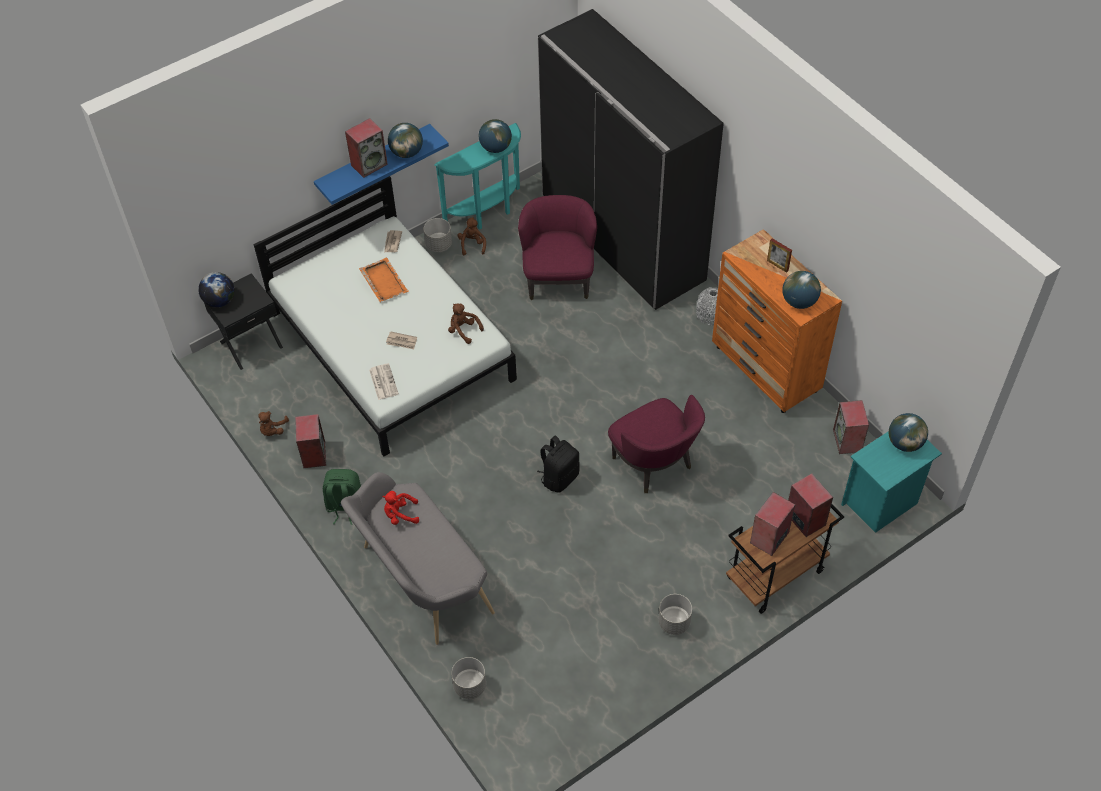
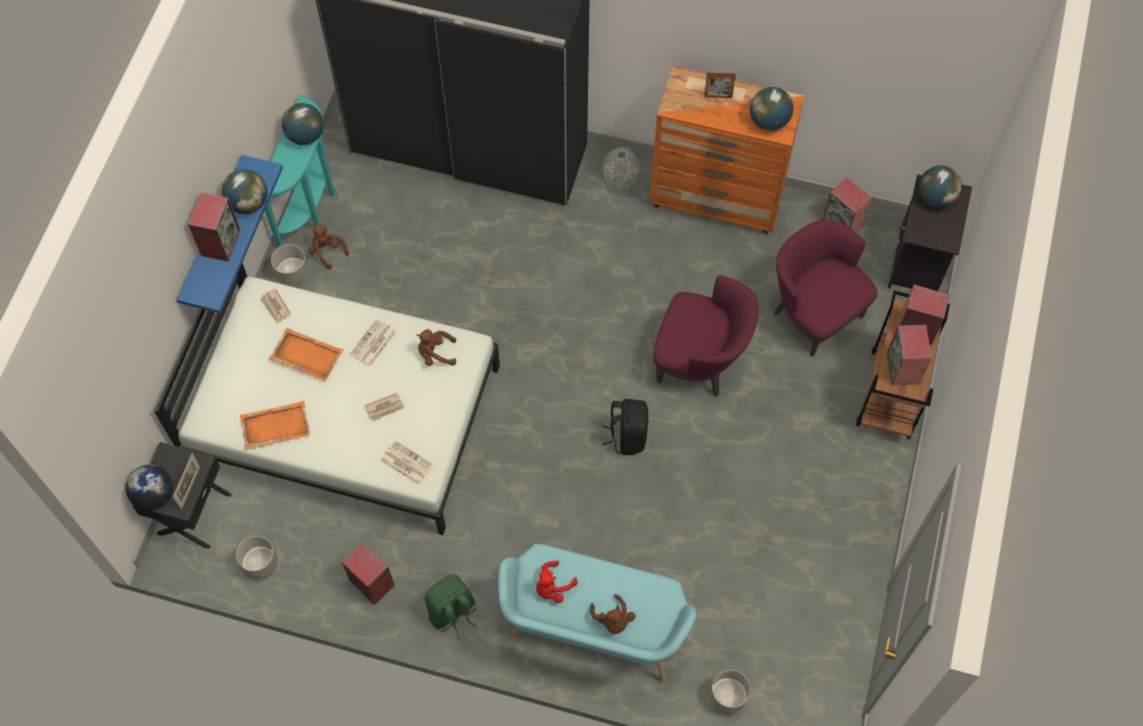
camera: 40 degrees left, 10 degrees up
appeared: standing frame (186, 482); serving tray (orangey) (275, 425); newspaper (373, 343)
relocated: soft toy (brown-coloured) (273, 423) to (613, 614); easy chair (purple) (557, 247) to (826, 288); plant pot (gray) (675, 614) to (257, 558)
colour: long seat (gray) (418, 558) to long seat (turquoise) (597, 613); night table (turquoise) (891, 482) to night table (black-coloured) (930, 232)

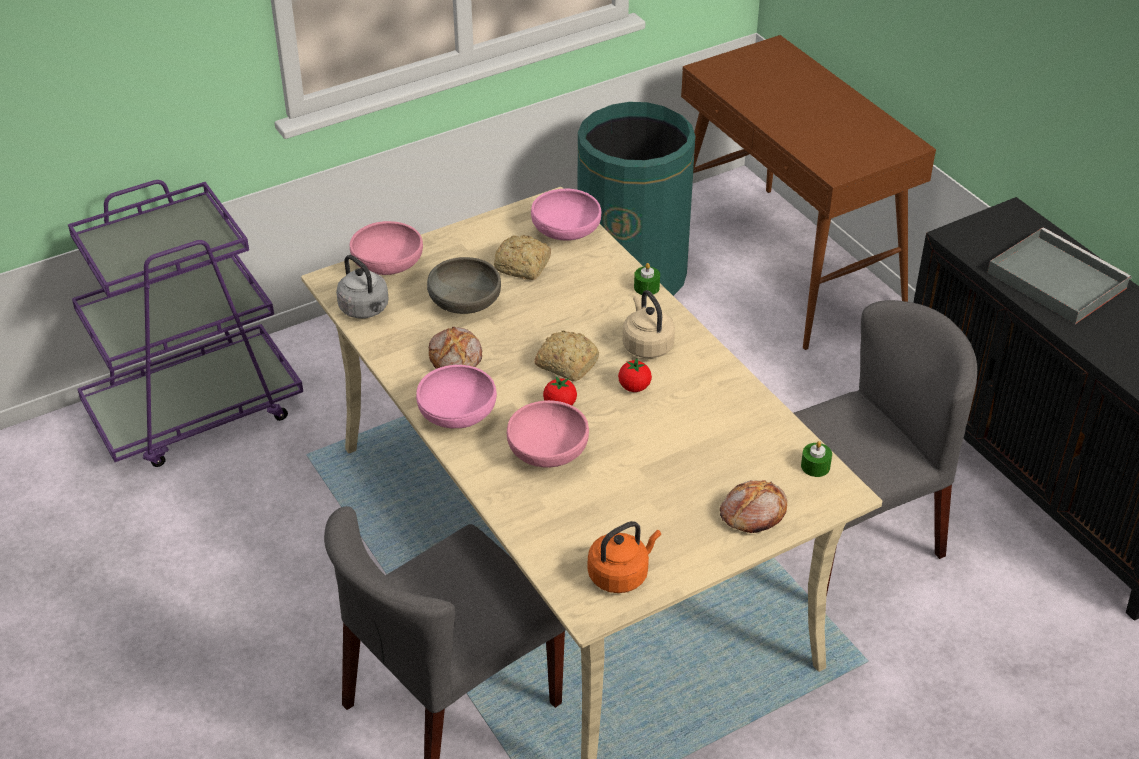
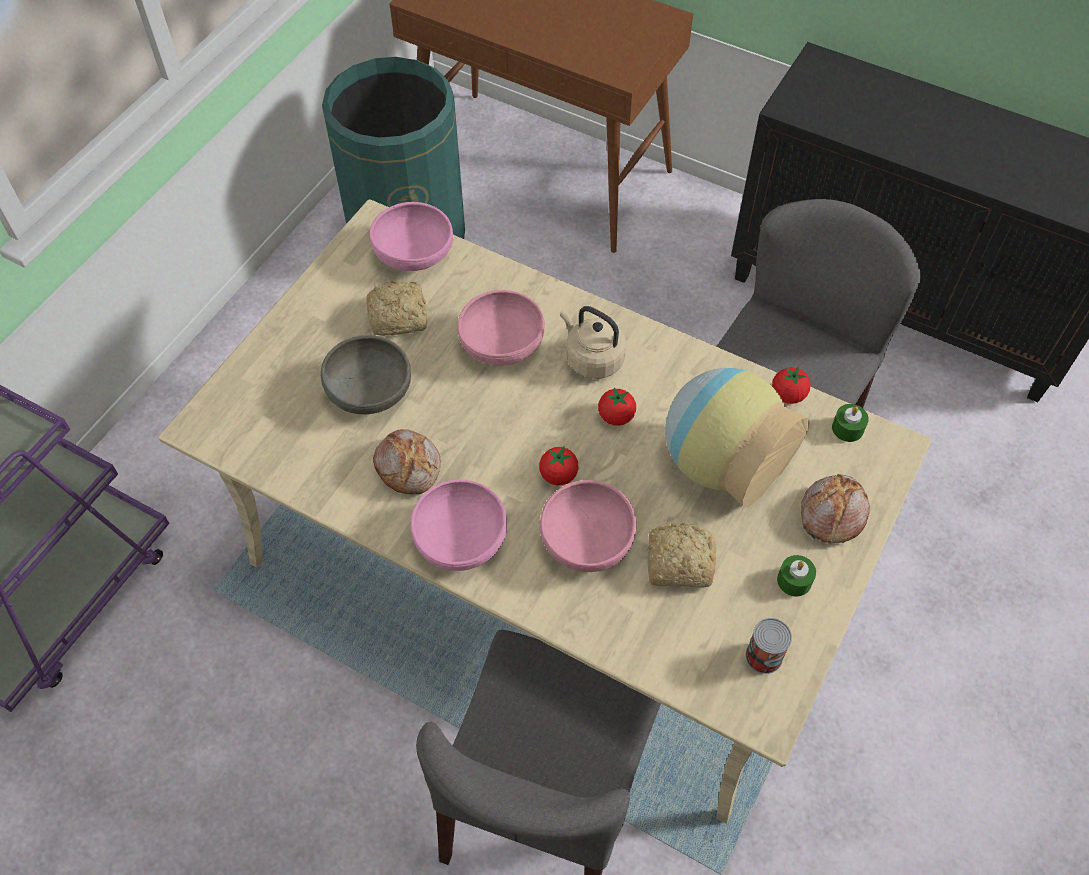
camera: 30 degrees left, 15 degrees up
missing: tea kettle (gray) (362, 286); serving tray (gray) (1059, 275)
appeared: decorative vase (737, 438); whole tomato (791, 385)
relocated: serving bowl (pinkish) (386, 248) to (501, 328); bakery bread (566, 355) to (681, 555); candle (greenish) (647, 279) to (796, 576)
exchanged: tea kettle (orangey) (624, 557) to can (769, 646)

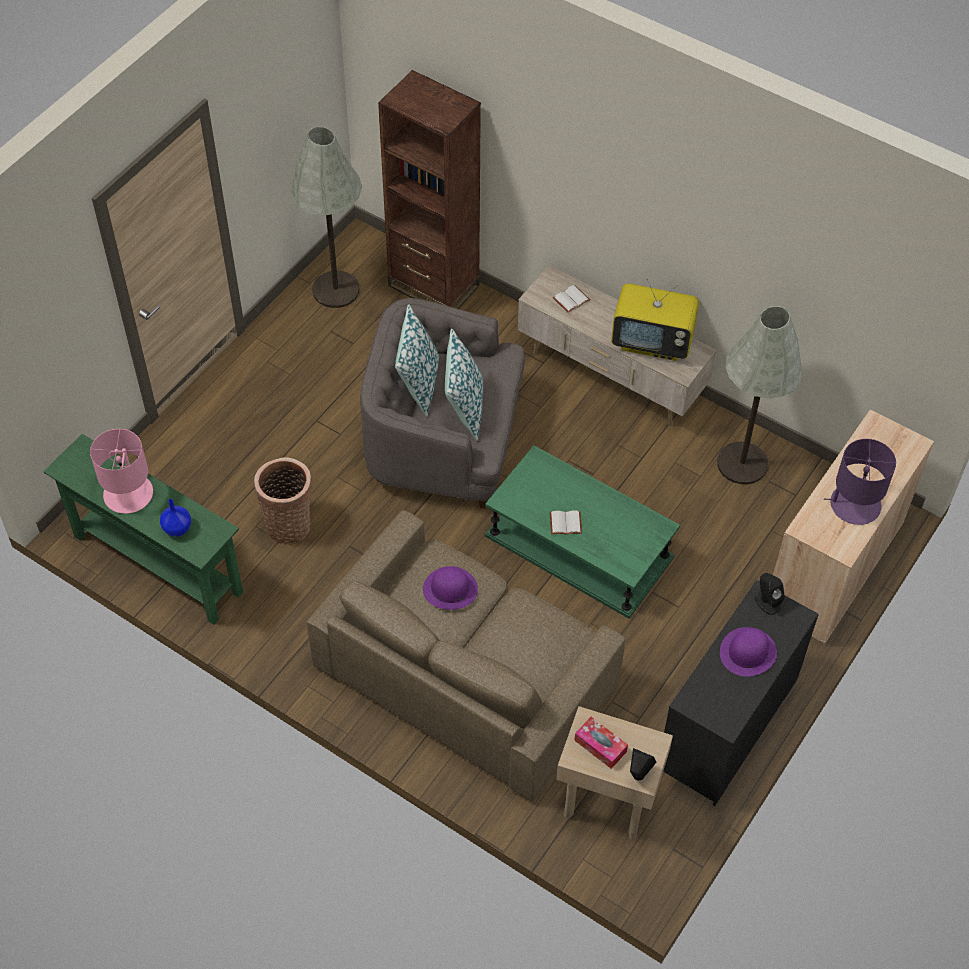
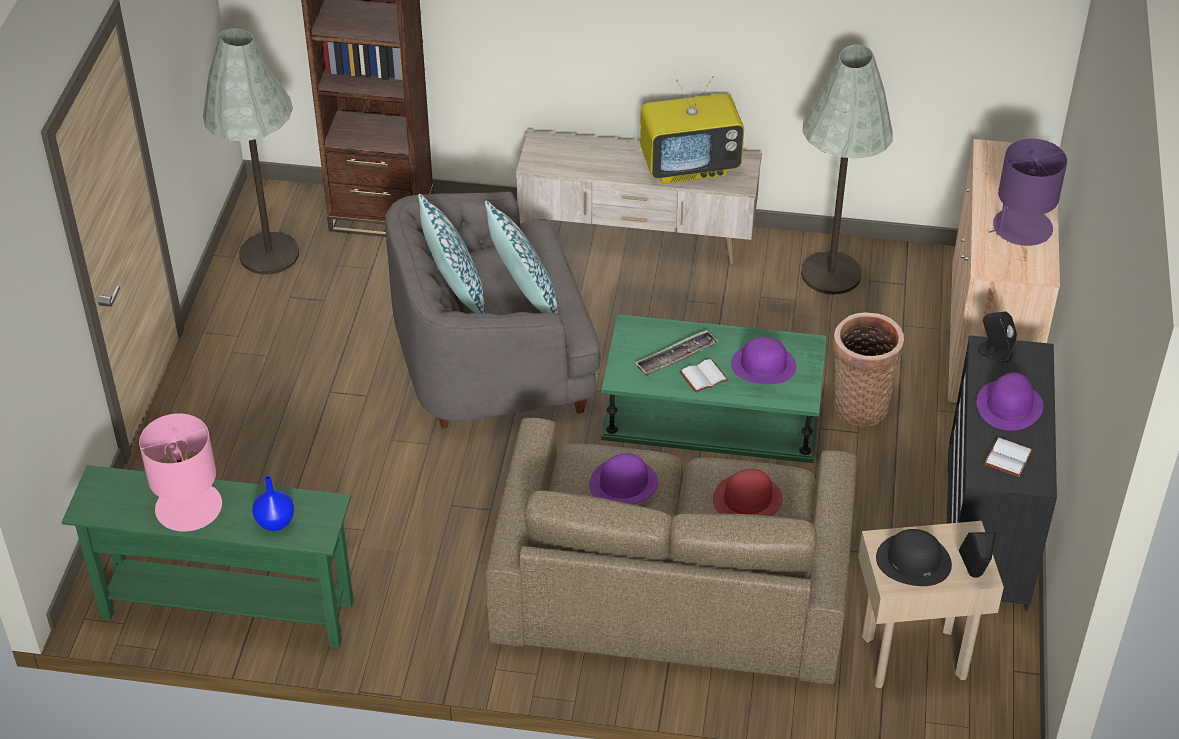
camera: 25 degrees left, 10 degrees down
appeared: serving tray (676, 353); wearable hat (red-coloured) (748, 492); wearable hat (purple) (763, 360)
relocated: basket (283, 501) to (868, 369); bound book (whitish) (571, 299) to (1008, 457)
exchanged: box of tissues (601, 743) to wearable hat (black-coloured) (914, 557)

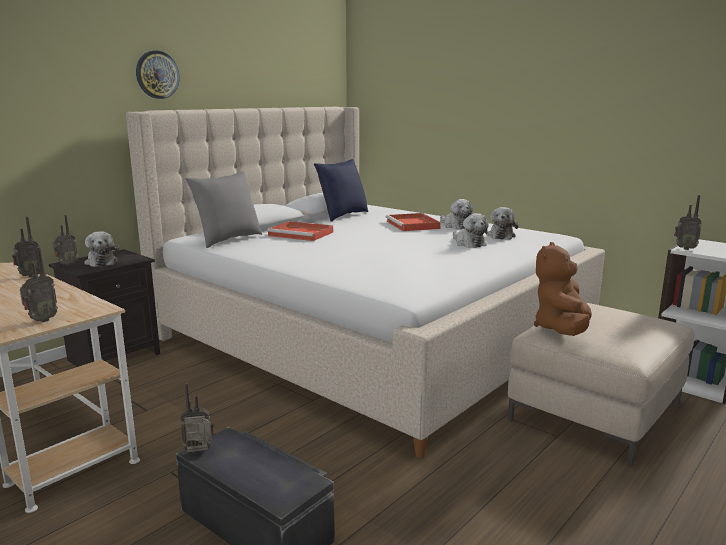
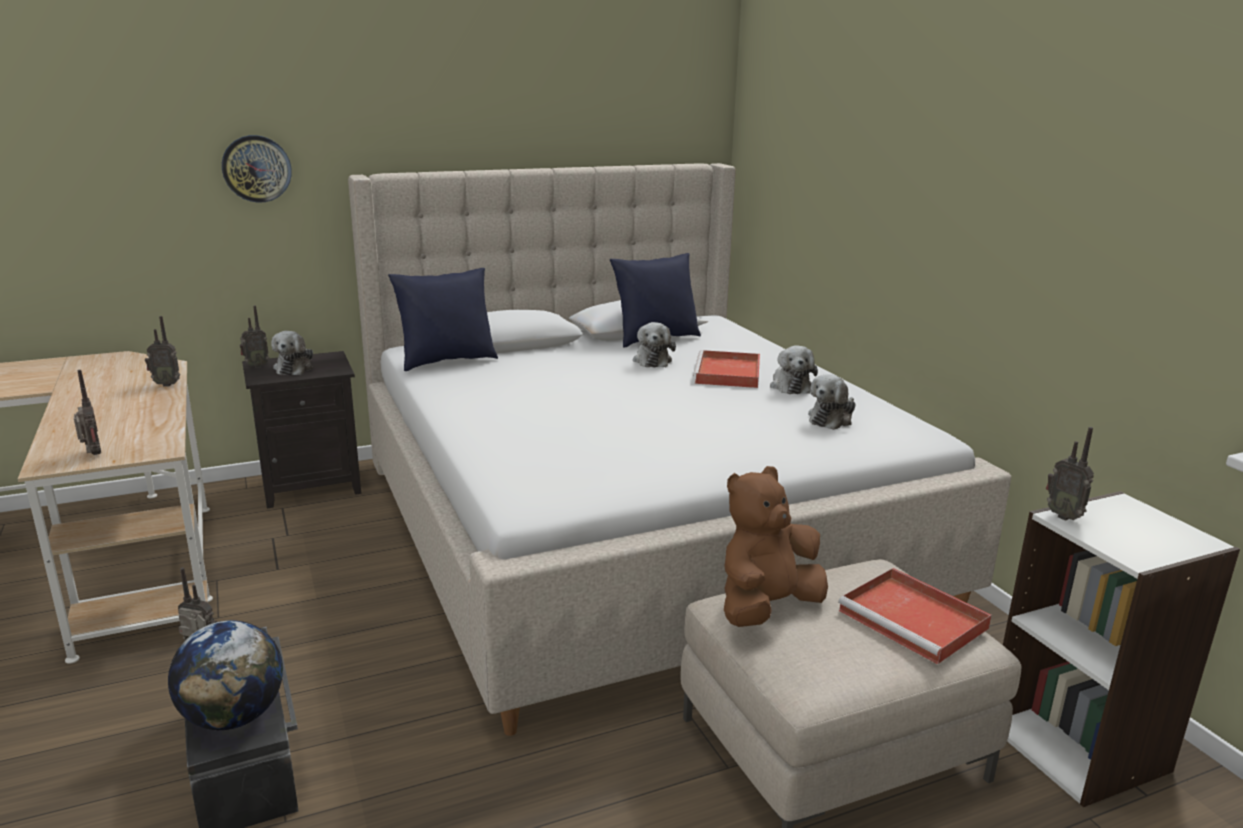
camera: 25 degrees right, 5 degrees up
appeared: globe (225, 675)
relocated: clock on the wall (158, 74) to (257, 169); serving tray (red-coloured) (300, 231) to (915, 616); soft toy (471, 230) to (654, 345)
colour: cushion (gray) (223, 210) to cushion (bluish) (443, 319)
spun: radio (39, 284) = (87, 412) 90 degrees counterclockwise

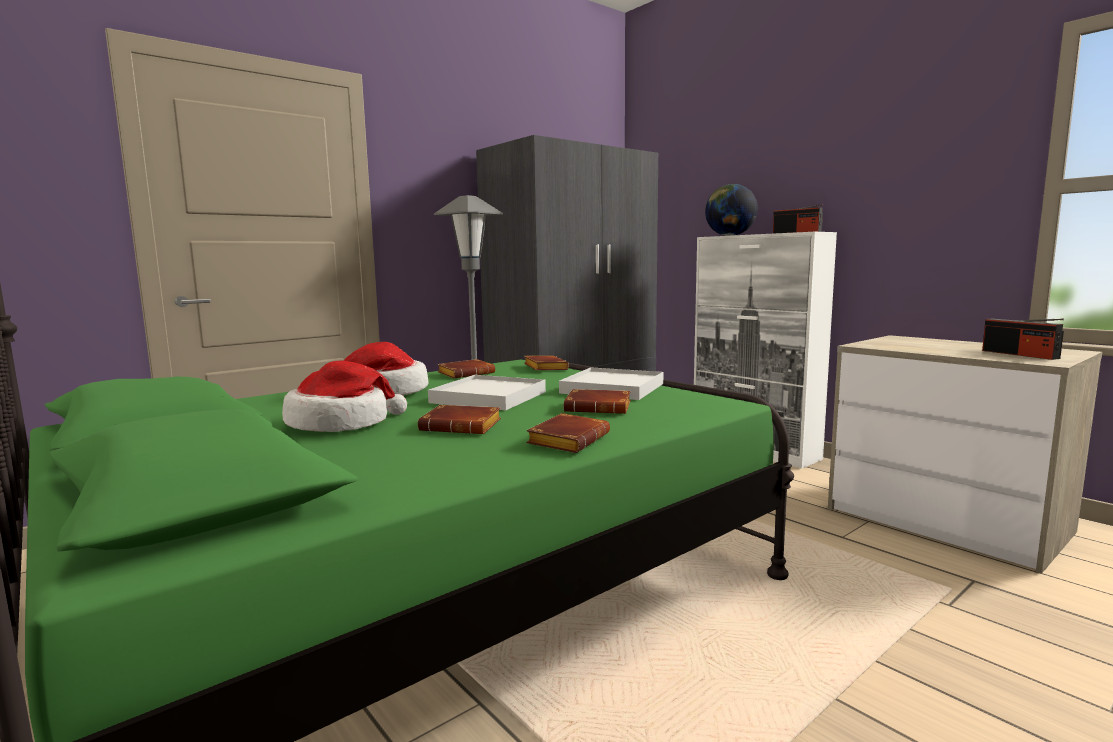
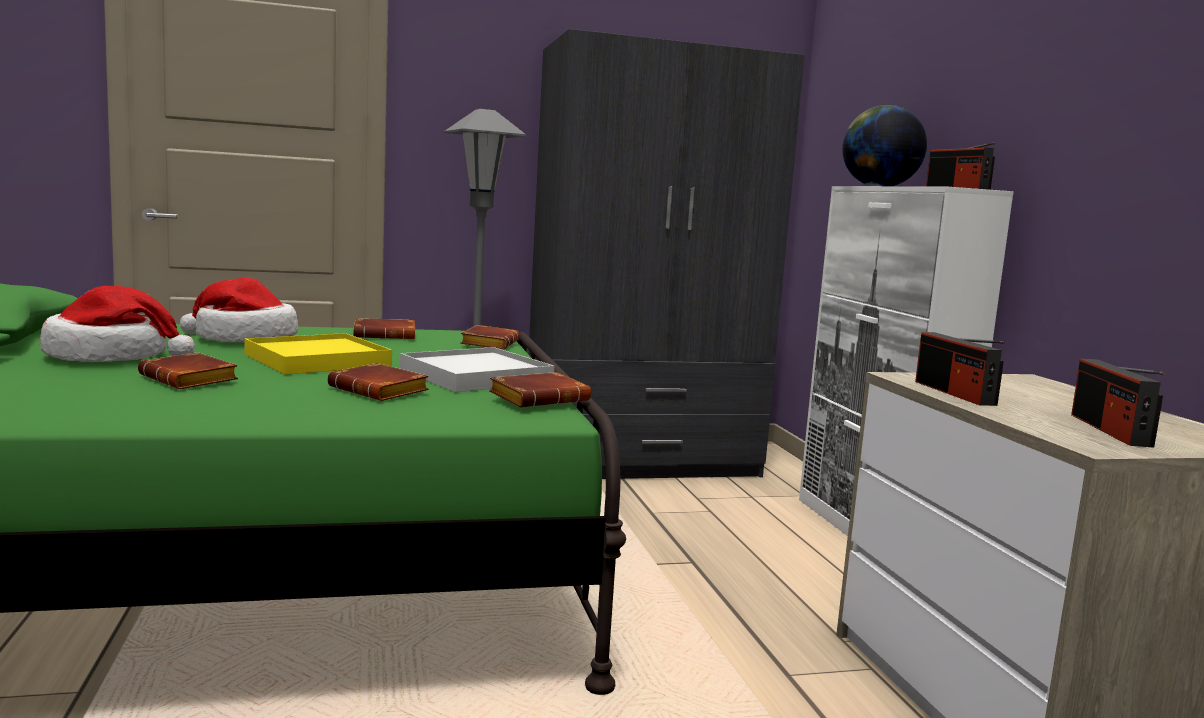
camera: 25 degrees right, 0 degrees up
appeared: radio (960, 369)
relocated: bound book (brown-coloured) (568, 433) to (540, 389)
colour: serving tray (whitish) (487, 392) to serving tray (yellow) (318, 354)

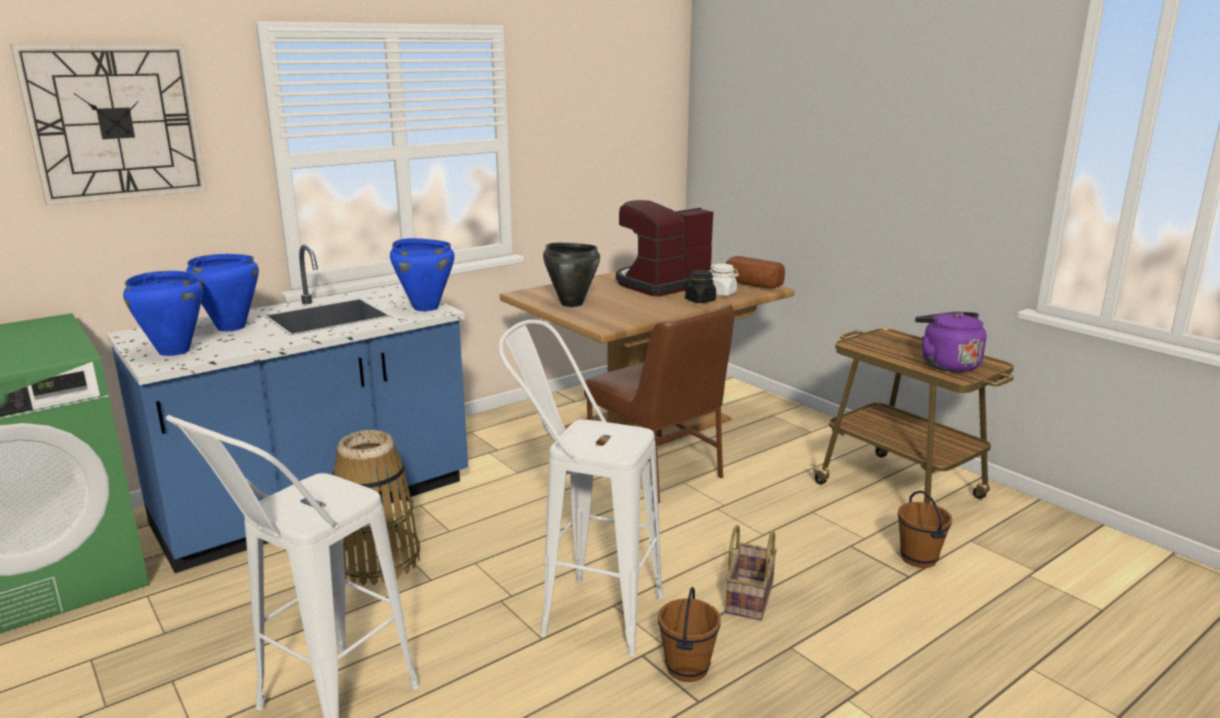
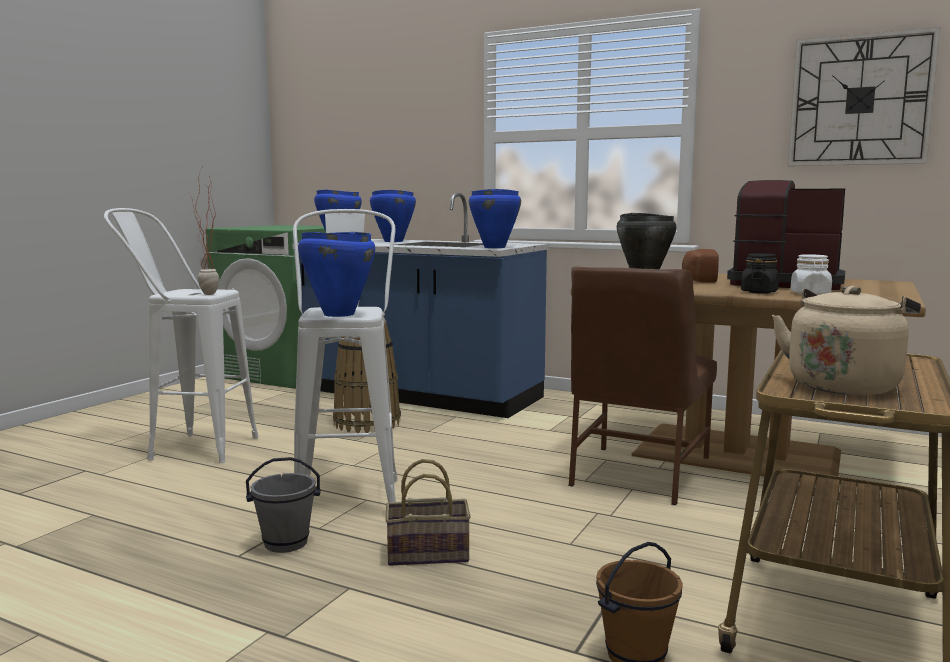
camera: 65 degrees right, 10 degrees down
appeared: houseplant (204, 231); stockpot (bluish) (336, 274)
relocated: clock on the wall (108, 125) to (864, 96); bakery bread (755, 272) to (700, 266)
colour: bucket (brown-coloured) (689, 634) to bucket (gray) (283, 505); tea kettle (purple) (950, 342) to tea kettle (beige-coloured) (846, 340)

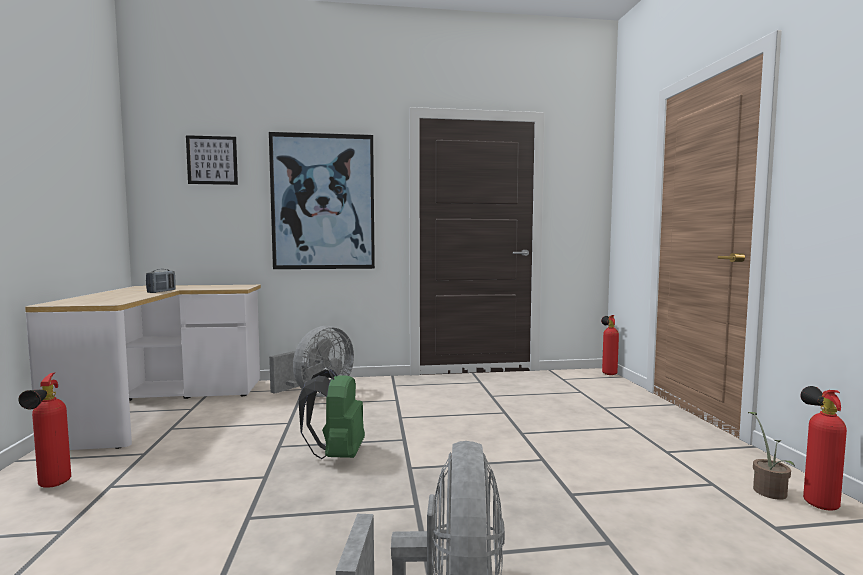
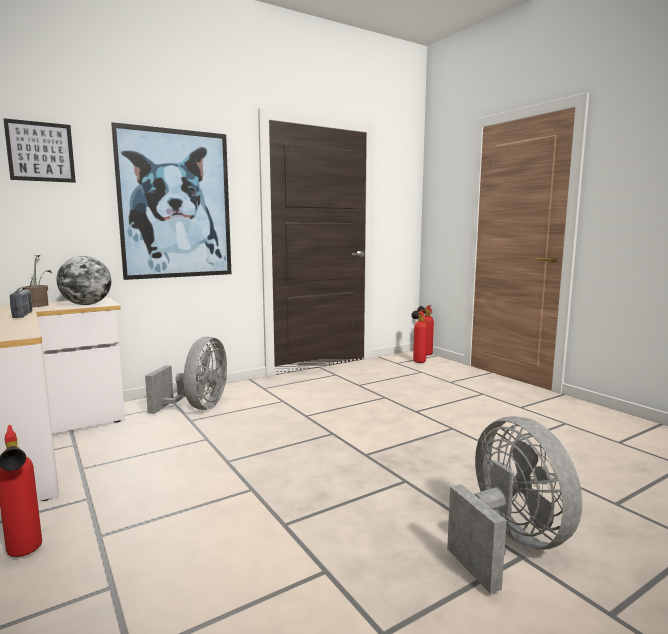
camera: 25 degrees left, 5 degrees up
missing: rucksack (greenish) (331, 414)
appeared: globe (84, 280)
relocated: houseplant (771, 456) to (37, 281); fire extinguisher (823, 448) to (419, 336)

